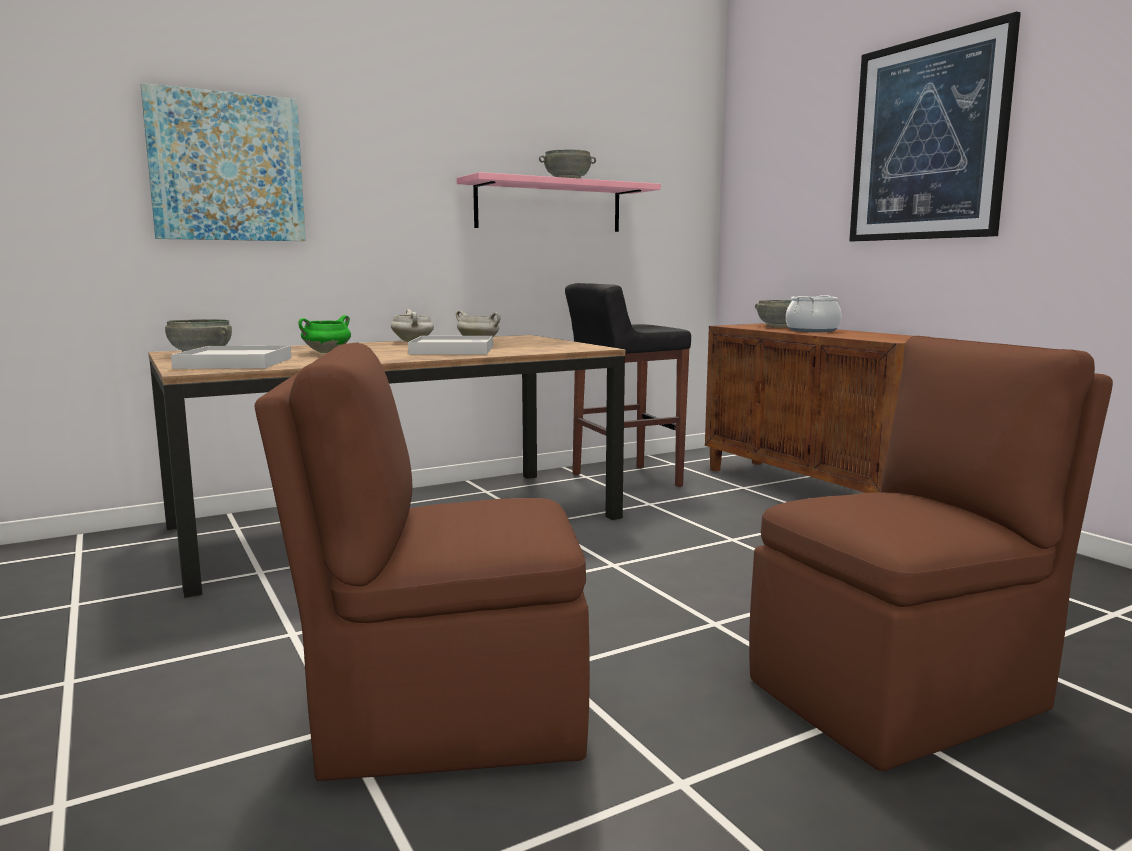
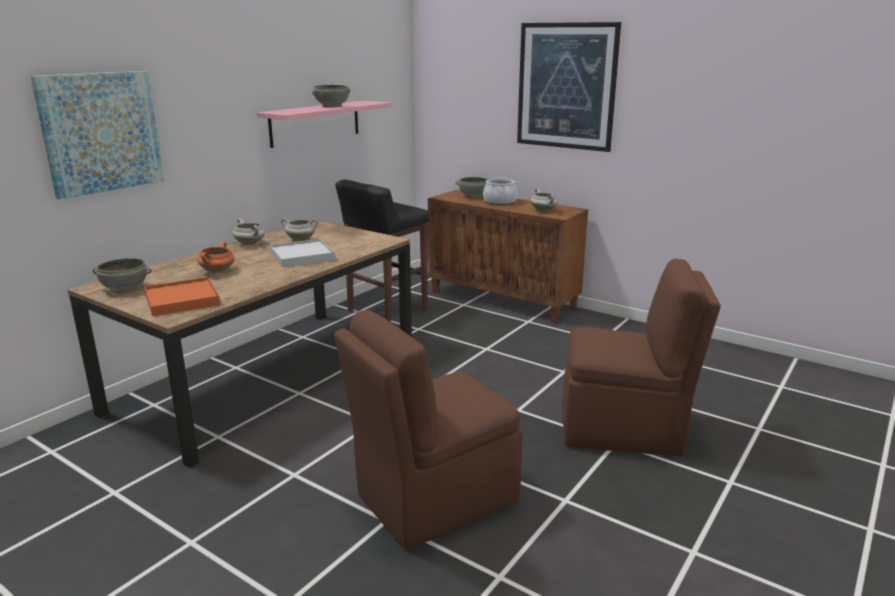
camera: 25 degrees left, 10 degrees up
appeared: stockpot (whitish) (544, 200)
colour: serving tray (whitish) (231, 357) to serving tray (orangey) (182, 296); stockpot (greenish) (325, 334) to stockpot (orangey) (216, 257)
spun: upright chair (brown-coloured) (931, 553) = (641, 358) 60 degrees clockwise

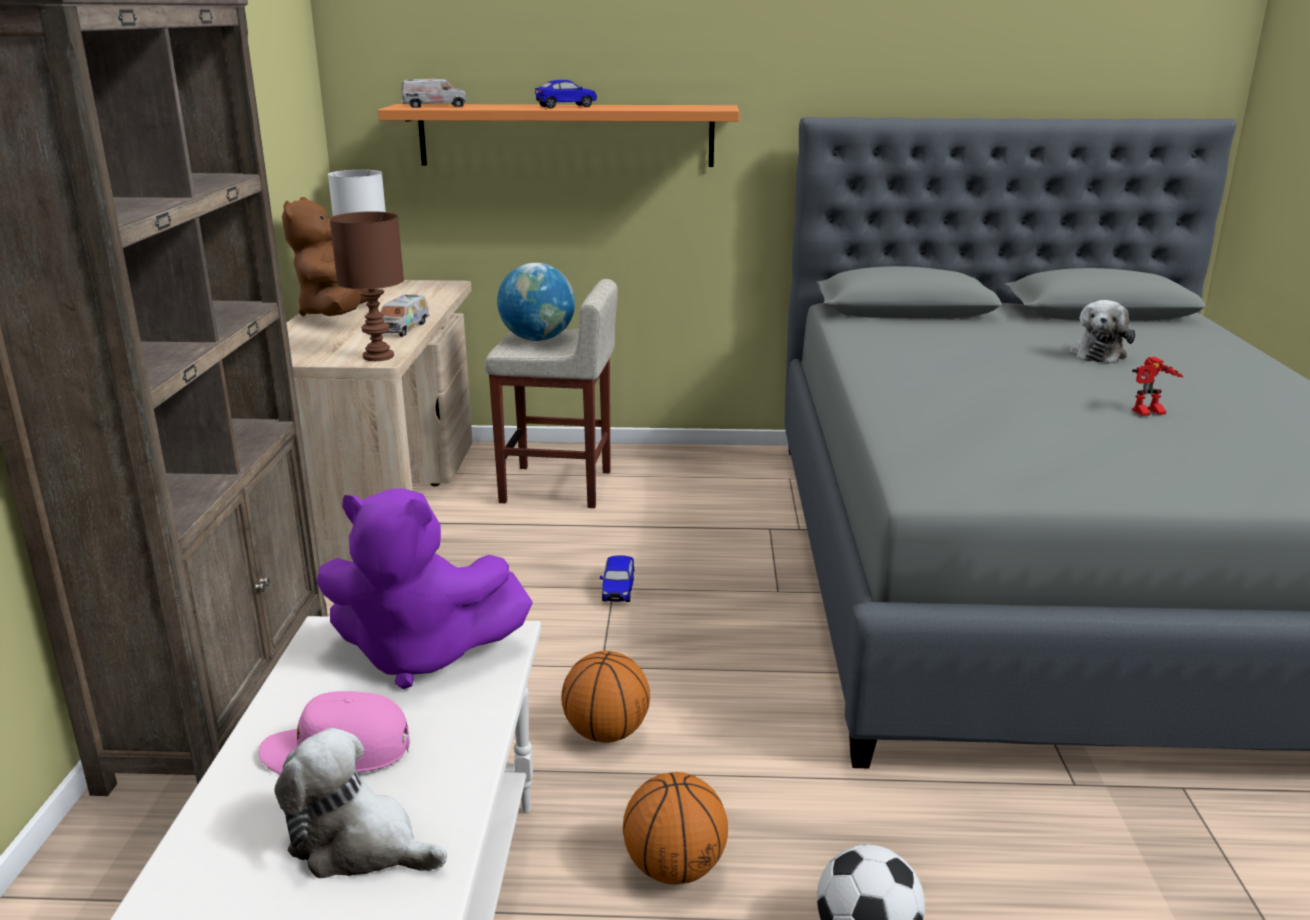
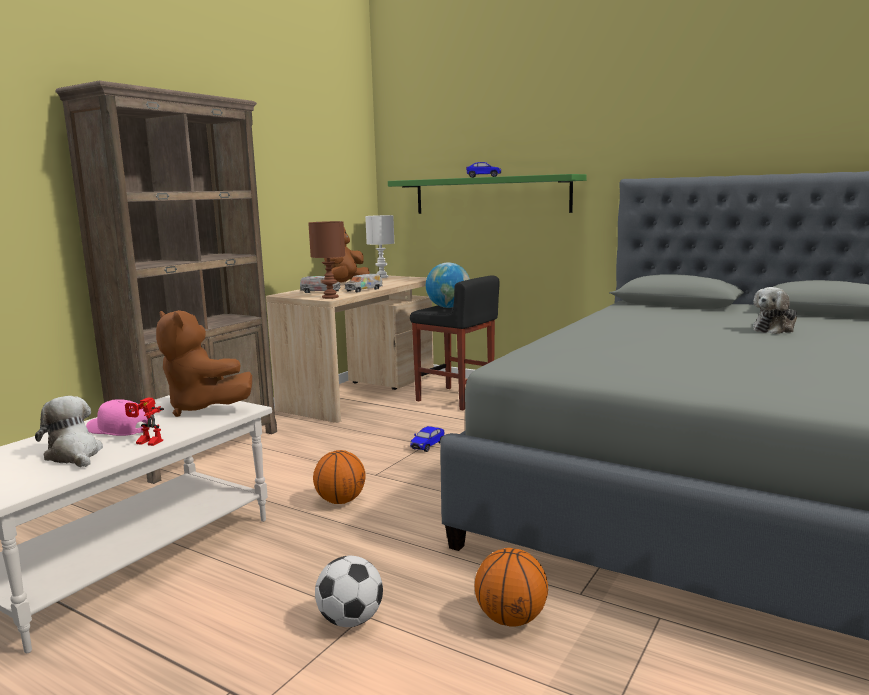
camera: 30 degrees right, 10 degrees down
relocated: toy lorry (434, 93) to (320, 284); basketball (675, 828) to (511, 587); model robot (1158, 386) to (144, 422)
colour: soft toy (purple) (424, 588) to soft toy (brown-coloured) (204, 363); wall shelf (orangey) (558, 135) to wall shelf (greenish) (487, 194); stool (beige-coloured) (551, 393) to stool (black-coloured) (454, 342)

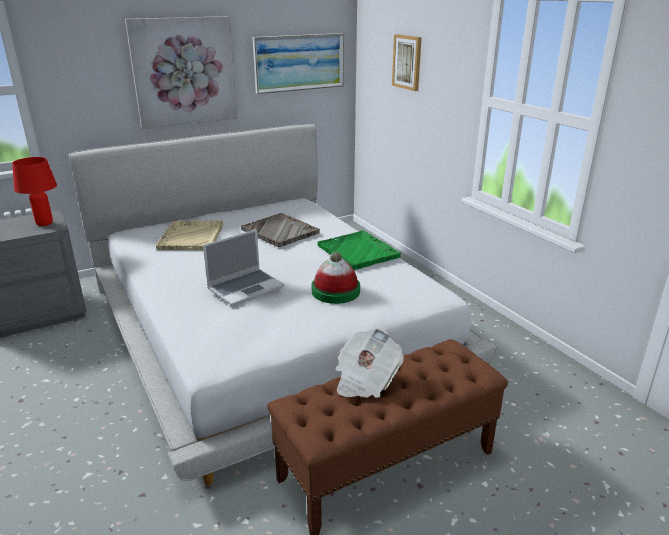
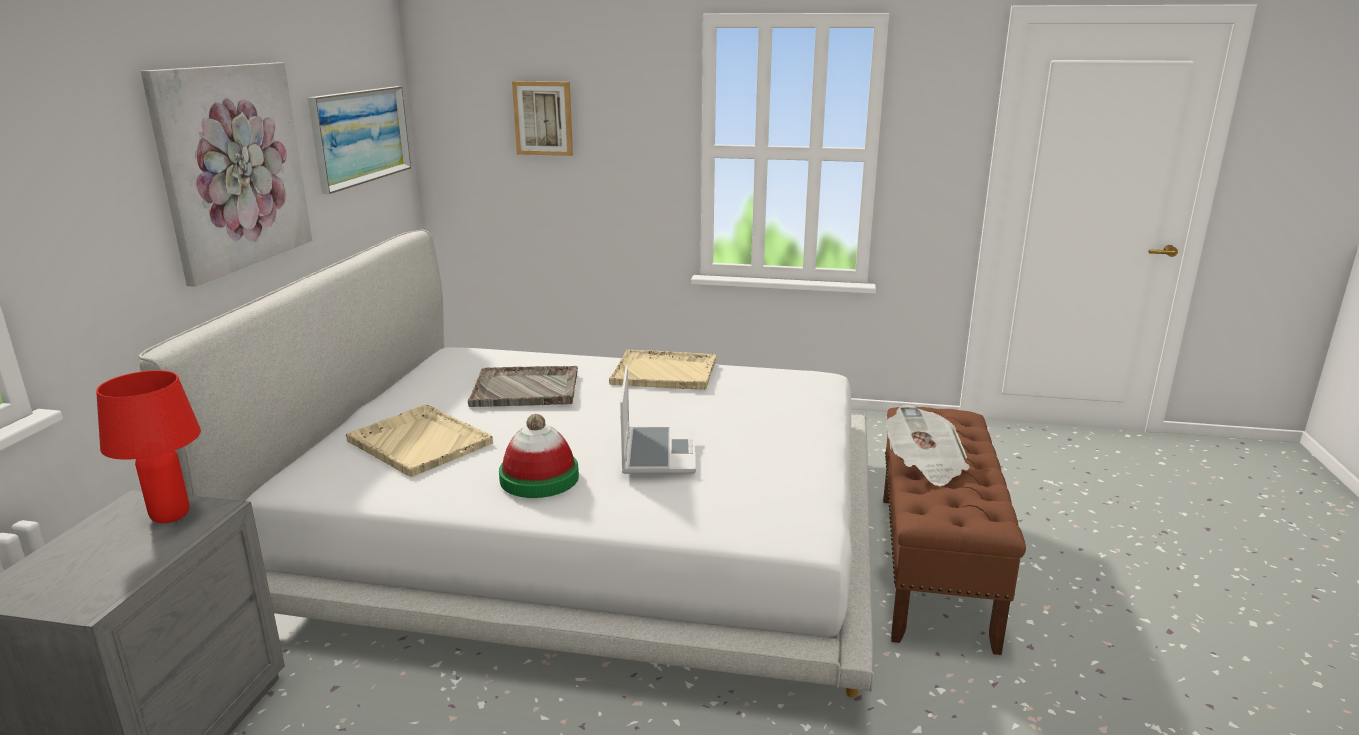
camera: 50 degrees left, 5 degrees down
relocated: wearable hat (335, 278) to (539, 456)
colour: serving tray (greenish) (359, 250) to serving tray (beige-coloured) (663, 370)

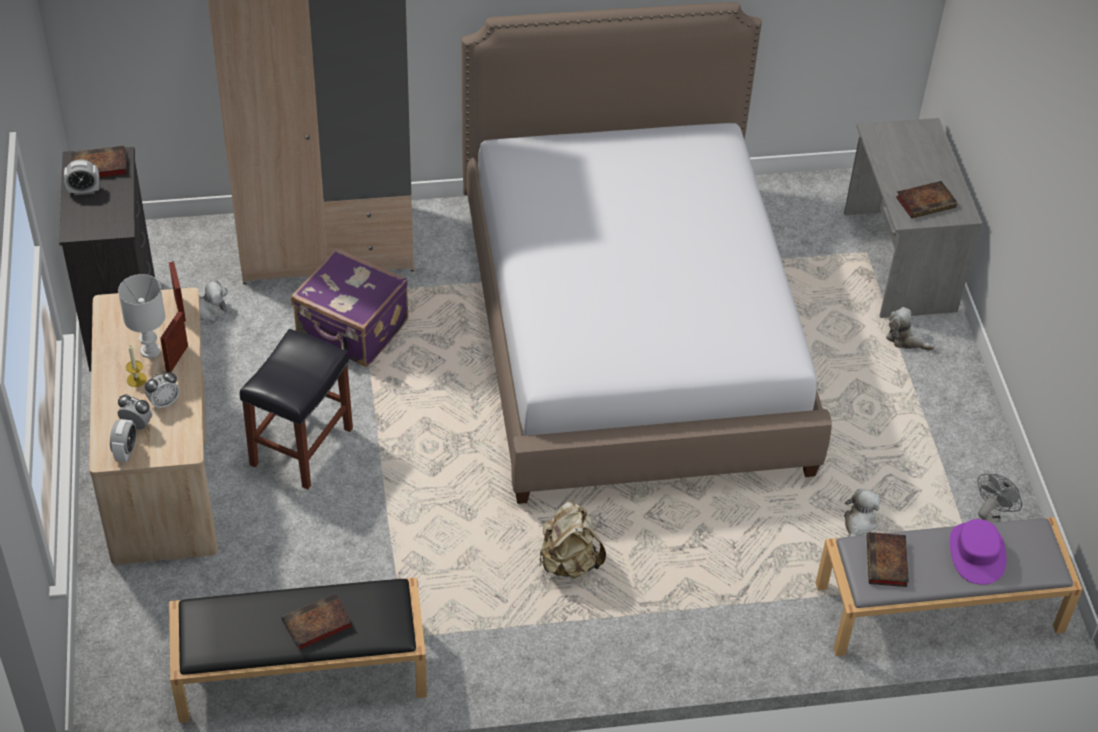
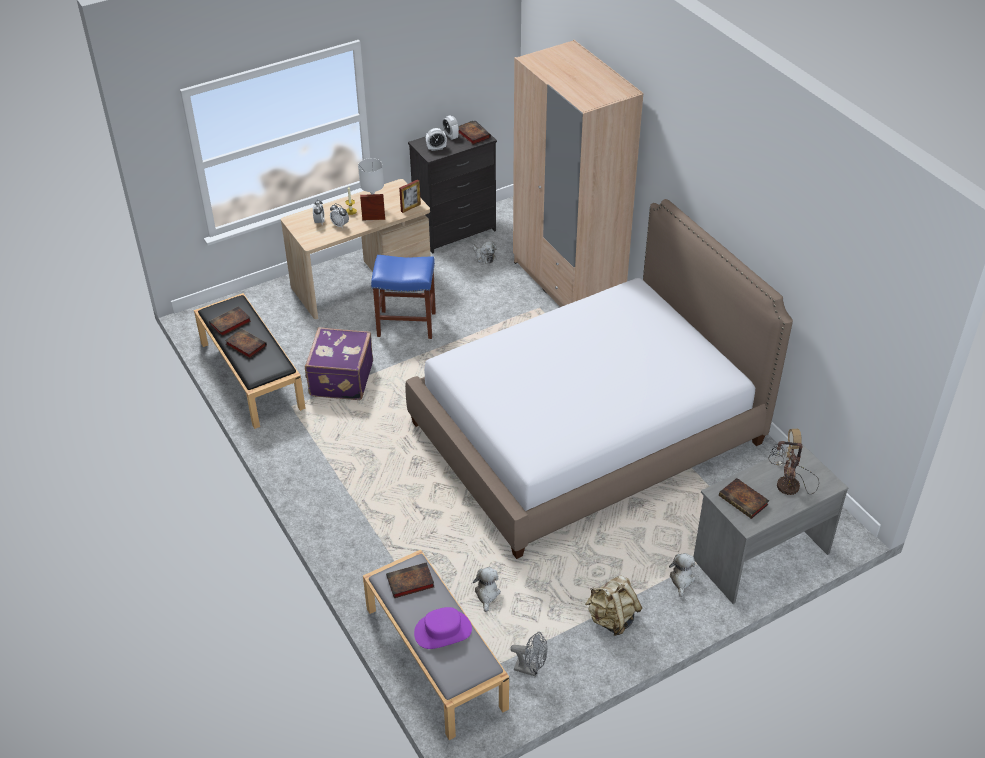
camera: 70 degrees right, 5 degrees down
appeared: bound book (230, 321); lamp for a table (794, 462)
relocated: table clock (123, 440) to (436, 139); travel case (purple) (349, 307) to (339, 363); rucksack (beige-coloured) (573, 539) to (613, 605)
colour: stool (black-coloured) (296, 409) to stool (bluish) (403, 297)
spun: soft toy (862, 513) = (487, 589) 90 degrees counterclockwise

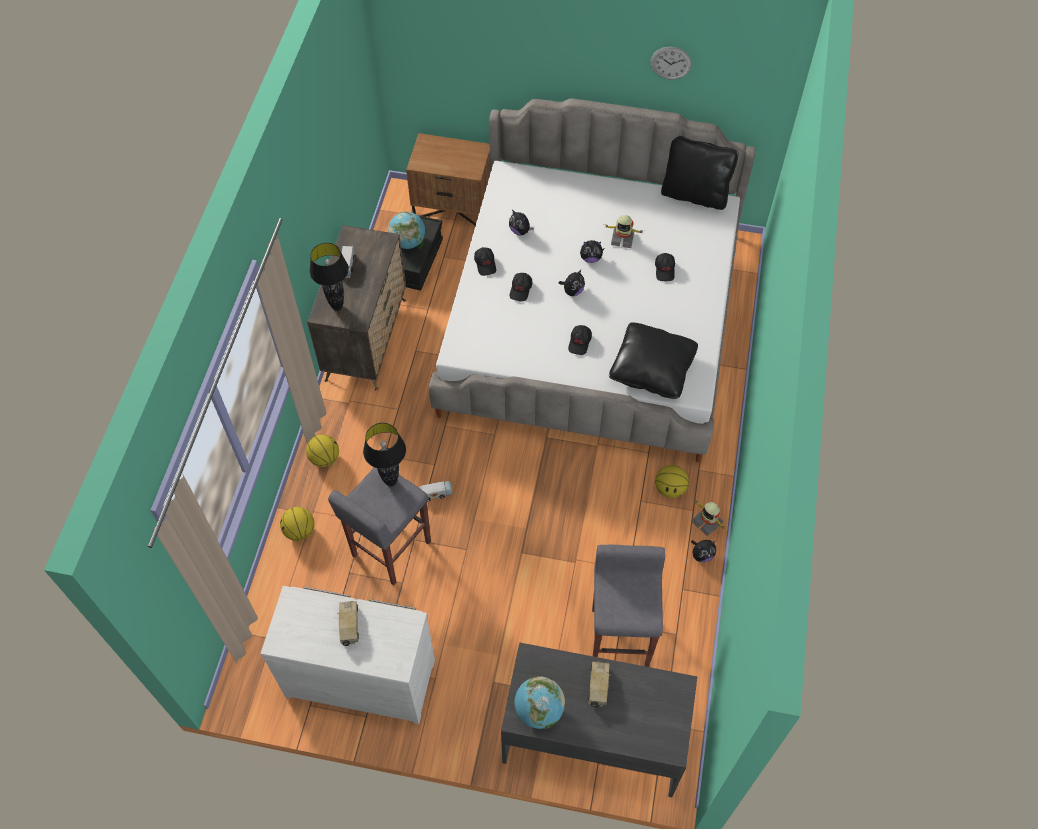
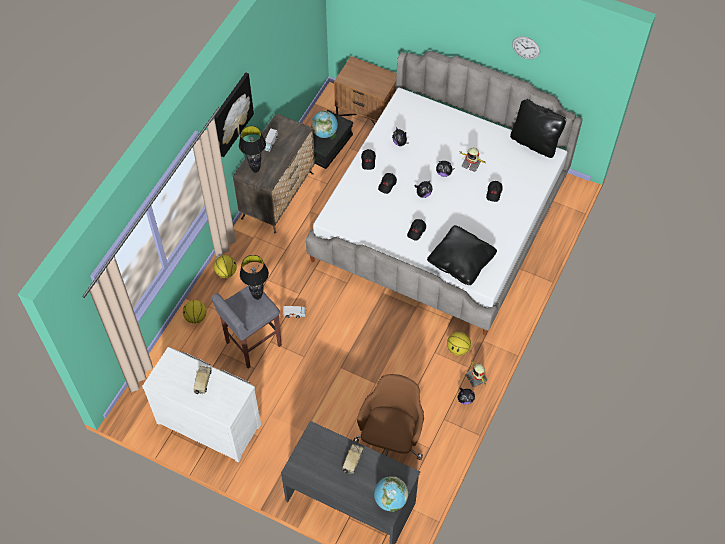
camera: 15 degrees right, 0 degrees up
appeared: picture (234, 114)
relocated: globe (539, 702) to (391, 494)
exchanged: stool (gray) (628, 605) to office chair (brown-coloured) (388, 417)

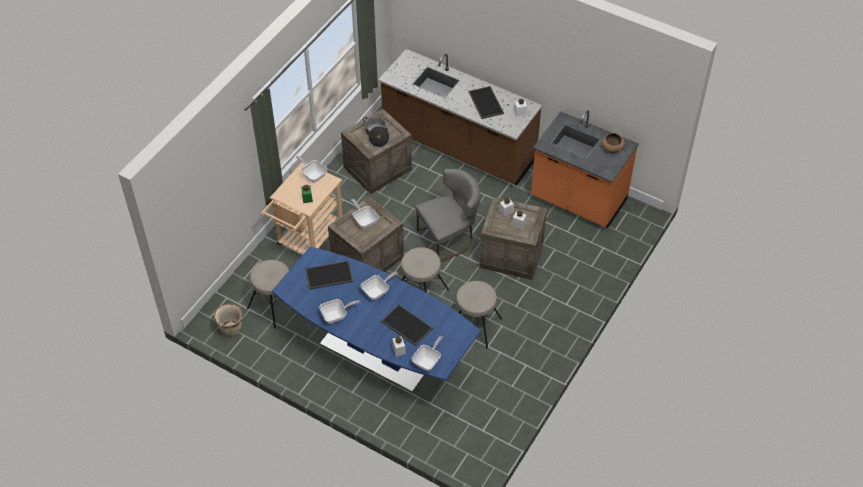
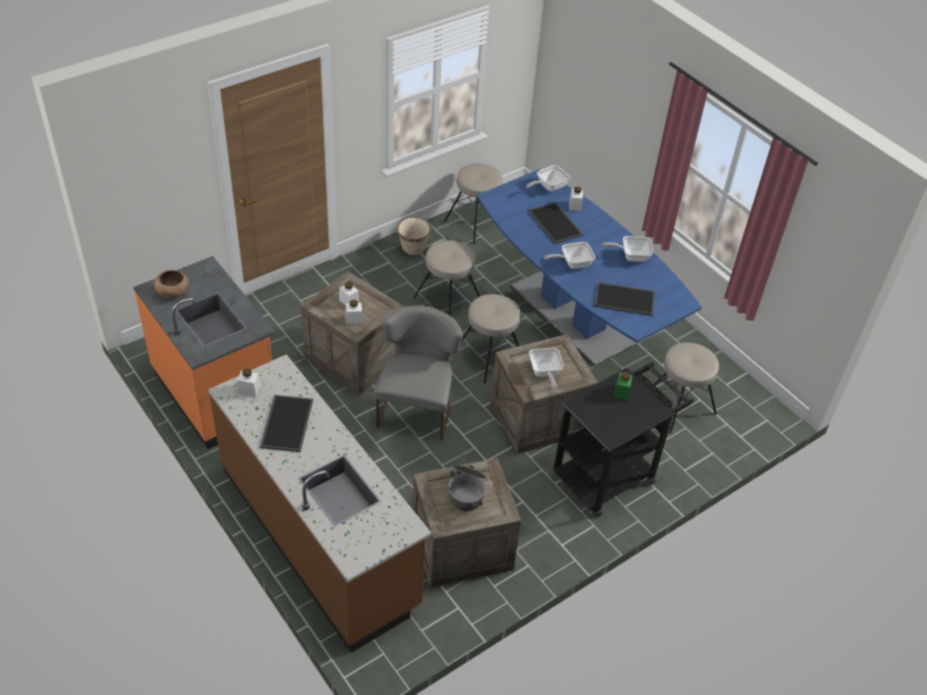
camera: 160 degrees left, 5 degrees down
missing: frying pan (311, 169)
appeared: stool (beige-coloured) (473, 203)
relocated: plant pot (beige-coloured) (228, 319) to (414, 236)
colour: wheeled cart (beige-coloured) (302, 208) to wheeled cart (black-coloured) (623, 439)
spun: upright chair (gray) (448, 215) = (418, 373) 105 degrees clockwise

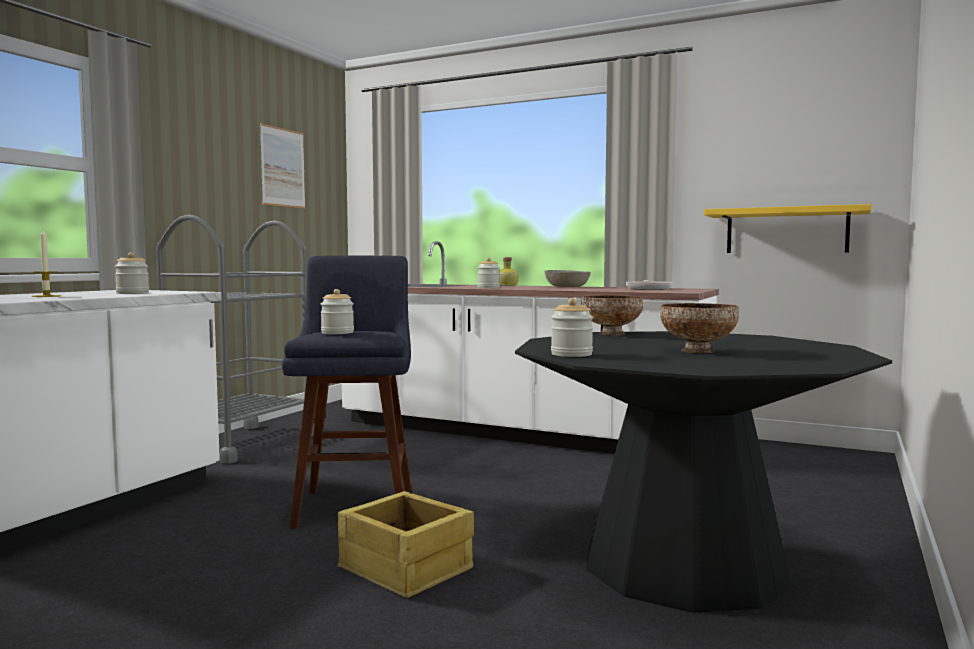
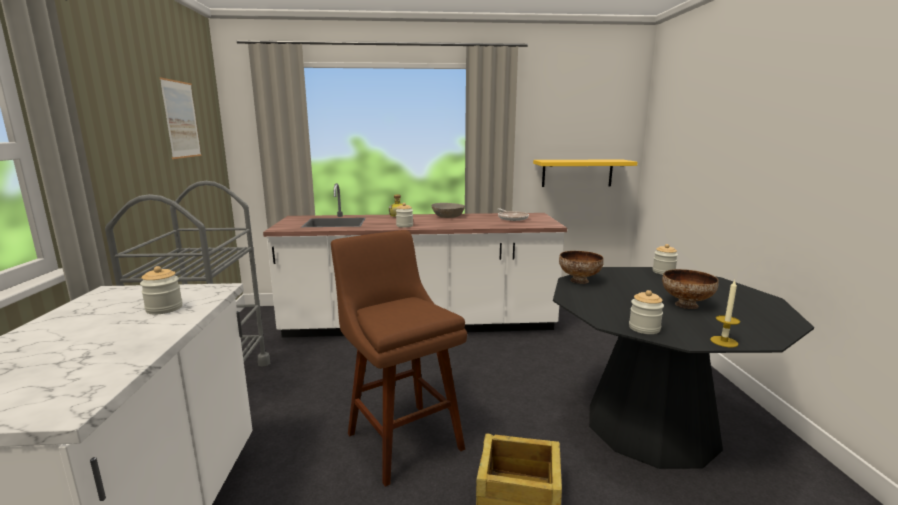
camera: 30 degrees left, 10 degrees up
relocated: candle (46, 263) to (725, 313); storage jar (337, 311) to (665, 259)
colour: stool (bluish) (347, 392) to stool (brown-coloured) (399, 358)

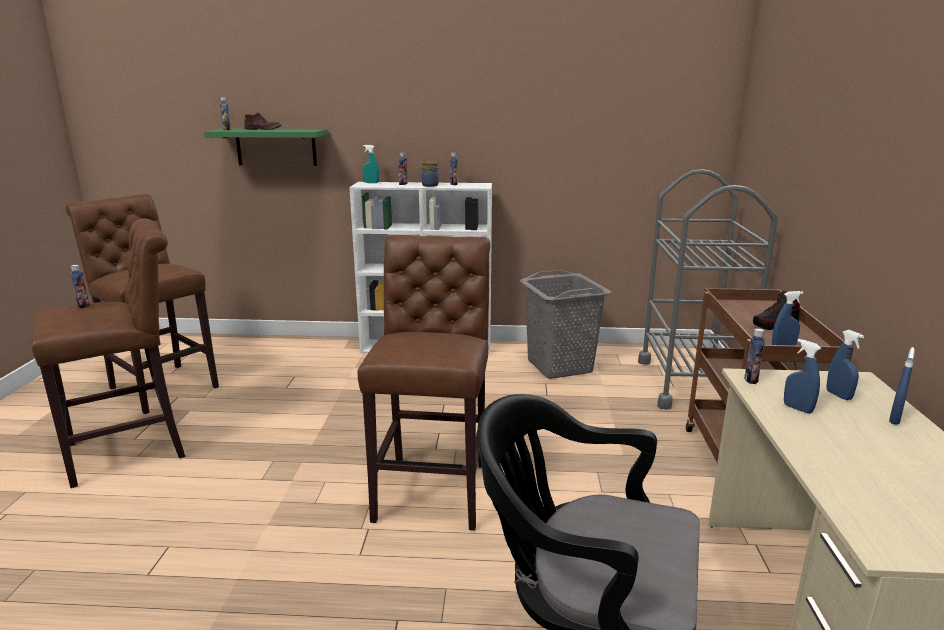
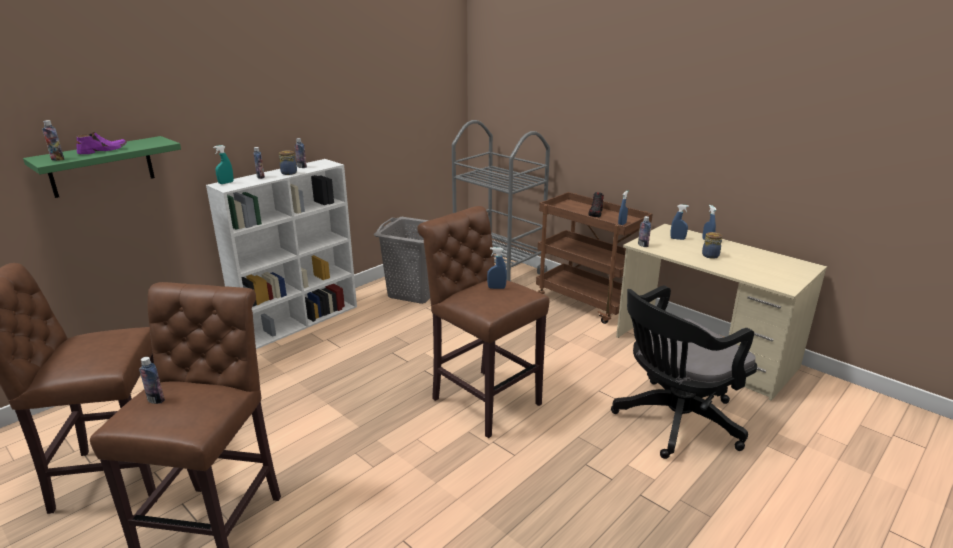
camera: 50 degrees left, 5 degrees up
appeared: storage jar (712, 245)
relocated: hand sprayer (bluish) (802, 376) to (497, 268)
colour: shoe (brown-coloured) (263, 121) to shoe (purple) (101, 143)

